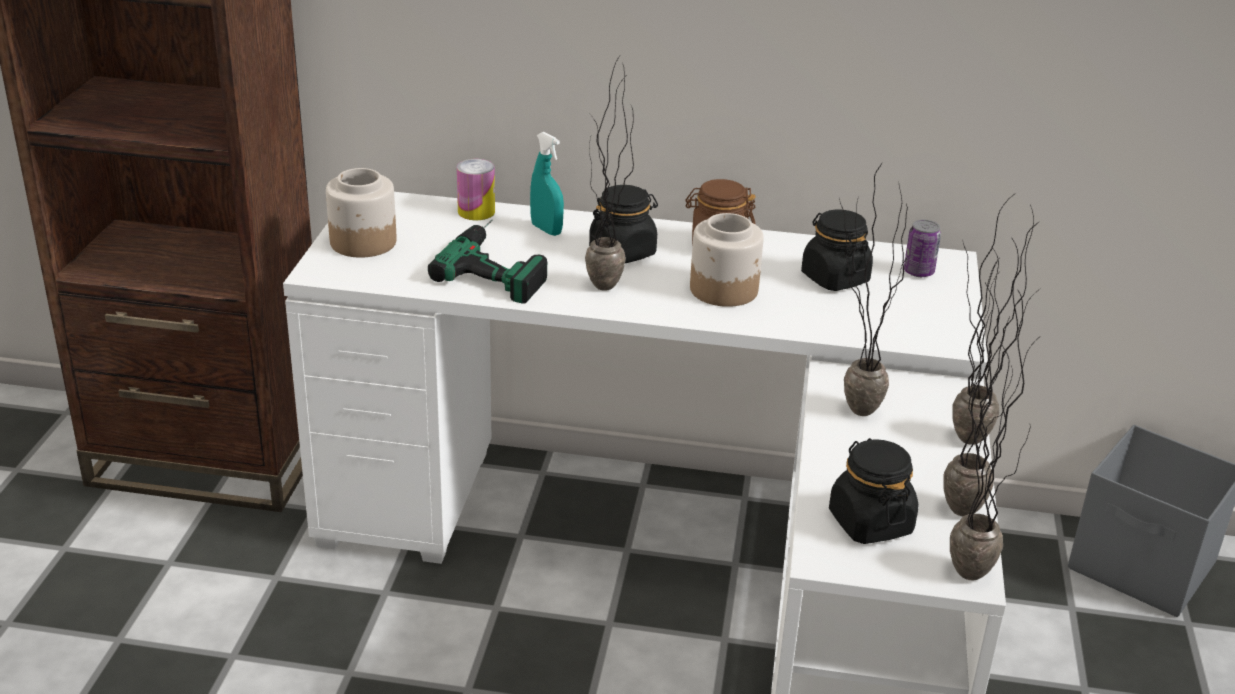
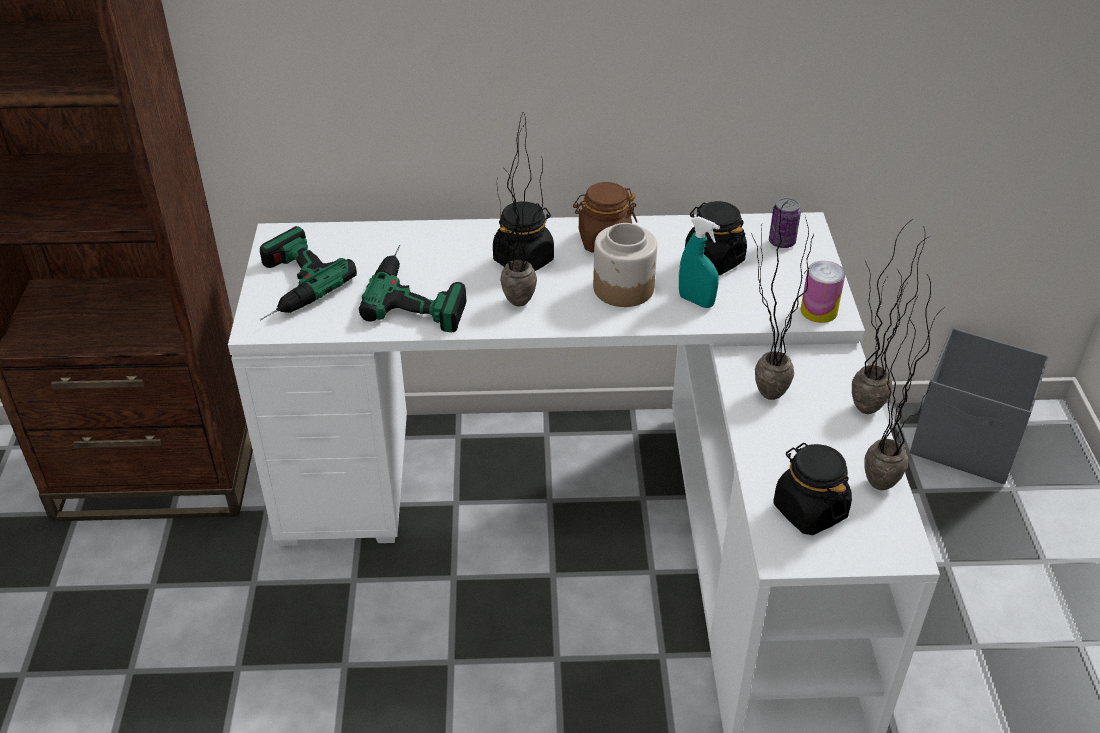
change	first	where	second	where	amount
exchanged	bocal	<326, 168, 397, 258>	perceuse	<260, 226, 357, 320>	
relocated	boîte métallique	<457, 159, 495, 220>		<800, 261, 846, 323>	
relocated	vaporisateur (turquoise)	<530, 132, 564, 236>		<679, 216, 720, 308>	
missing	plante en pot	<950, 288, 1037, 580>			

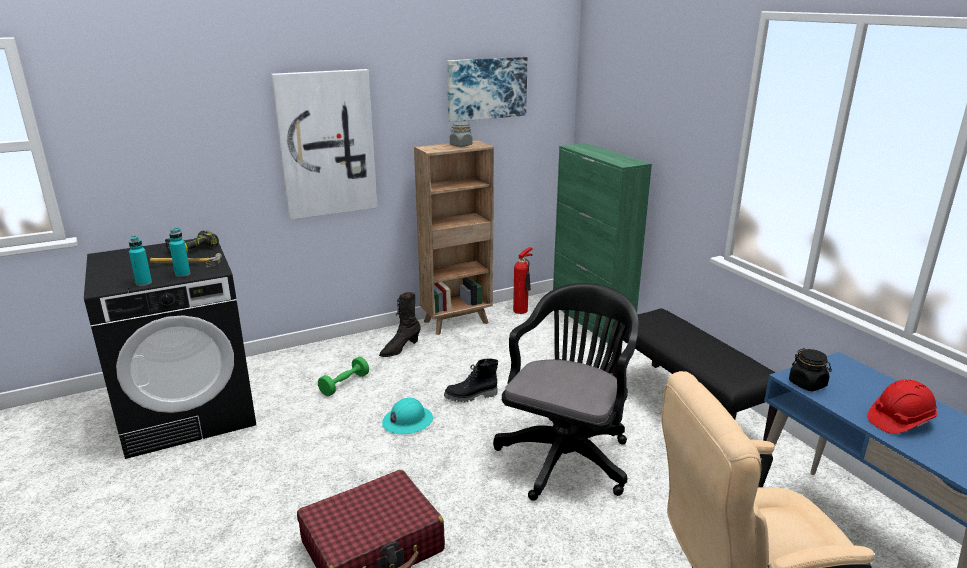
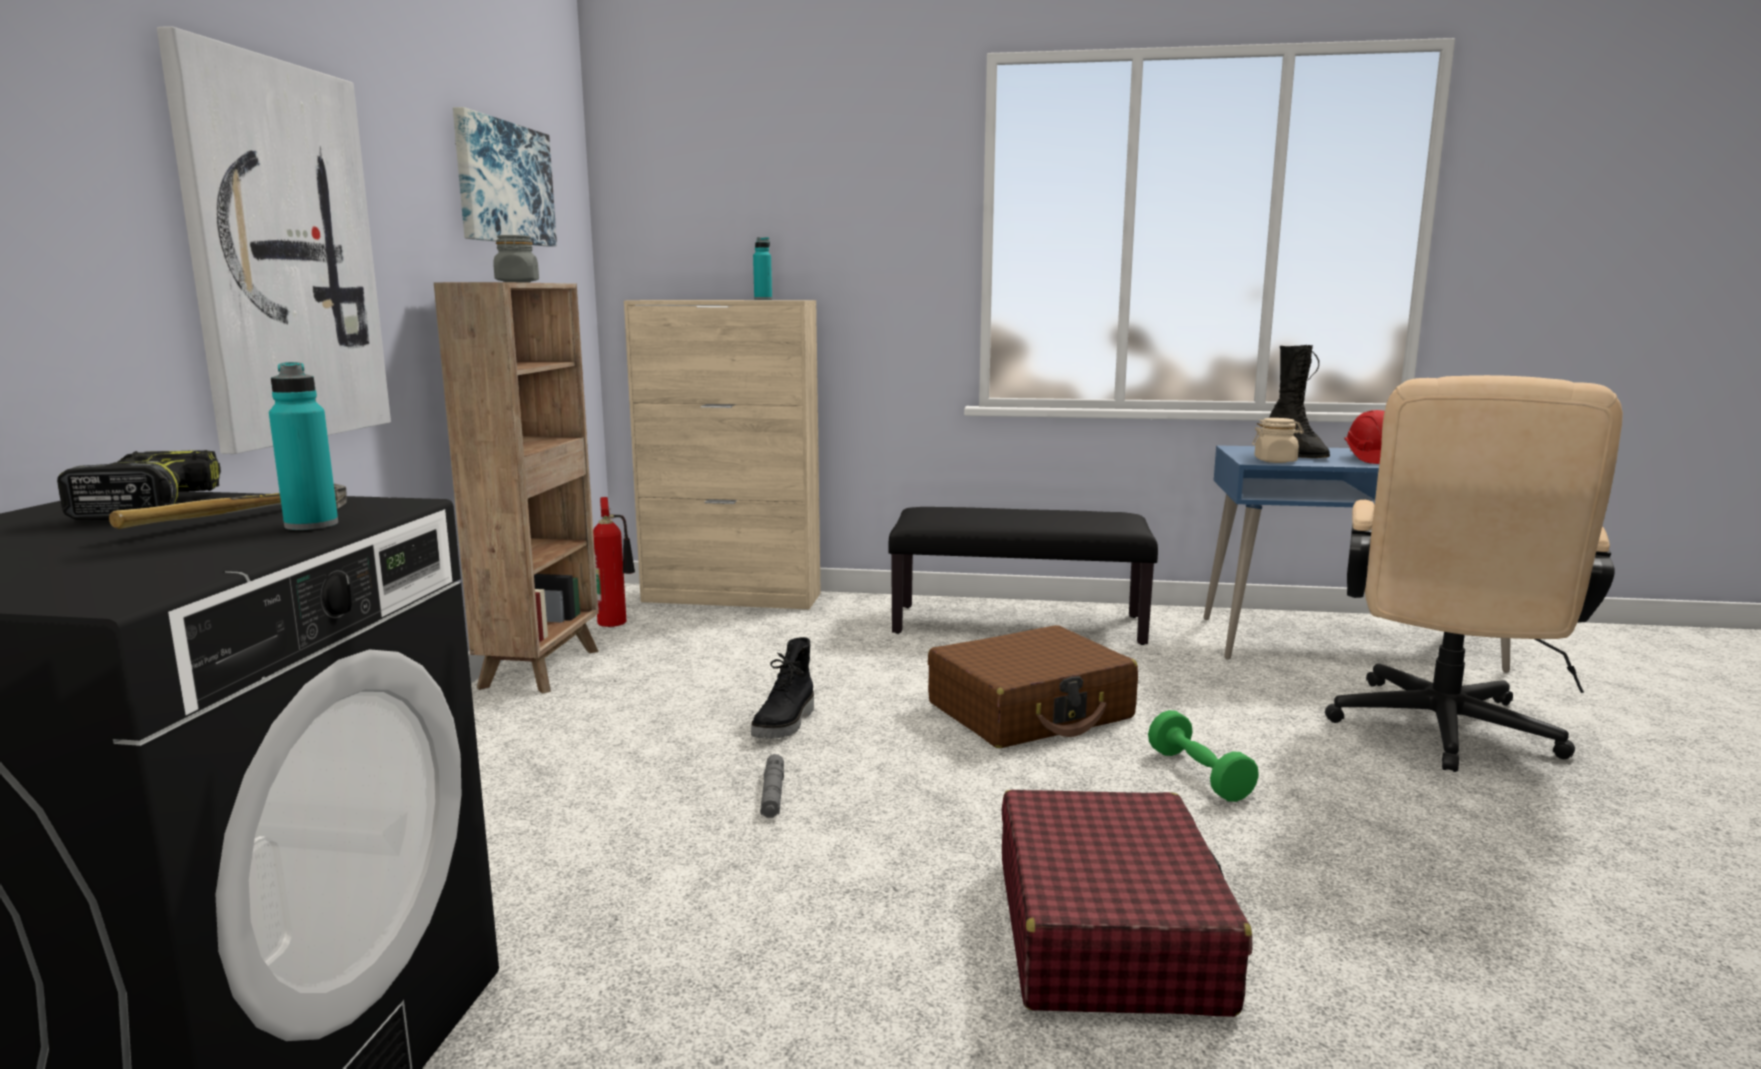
change	first	where	second	where	amount
relocated	bouteille (turquoise)	<129, 236, 152, 286>		<753, 237, 772, 300>	
relocated	haltère (vert)	<318, 357, 369, 396>		<1148, 710, 1259, 802>	
relocated	botte (noir)	<379, 292, 421, 357>		<1269, 345, 1330, 458>	
exchanged	casque de chantier (turquoise)	<382, 398, 433, 434>	lampe de poche (gris)	<760, 754, 784, 818>	
exchanged	chaise de bureau (noir)	<493, 283, 639, 501>	valise (marron)	<928, 625, 1138, 748>	
colour	meuble de rangement (vert)	<553, 143, 652, 343>	meuble de rangement (beige)	<624, 300, 821, 609>	
colour	bocal (noir)	<789, 348, 832, 392>	bocal (beige)	<1252, 418, 1304, 463>	

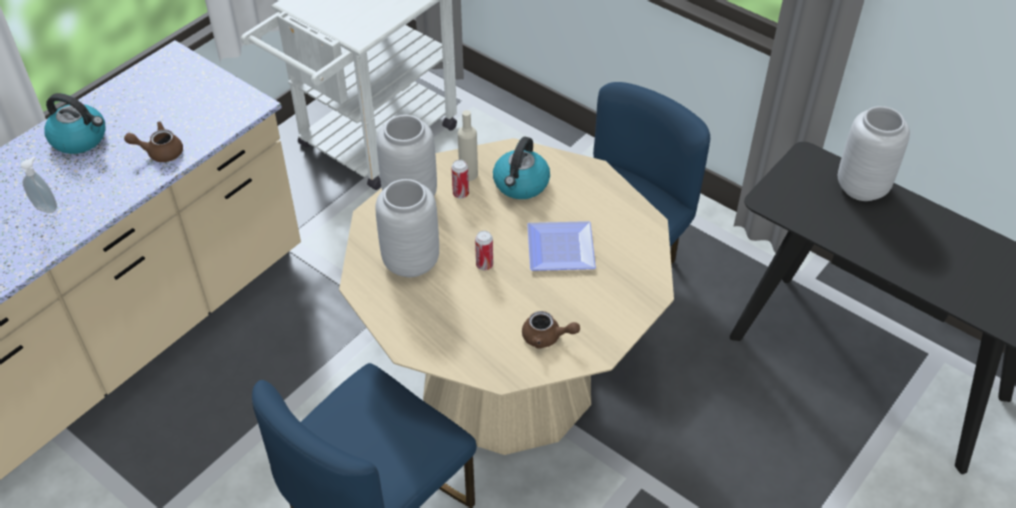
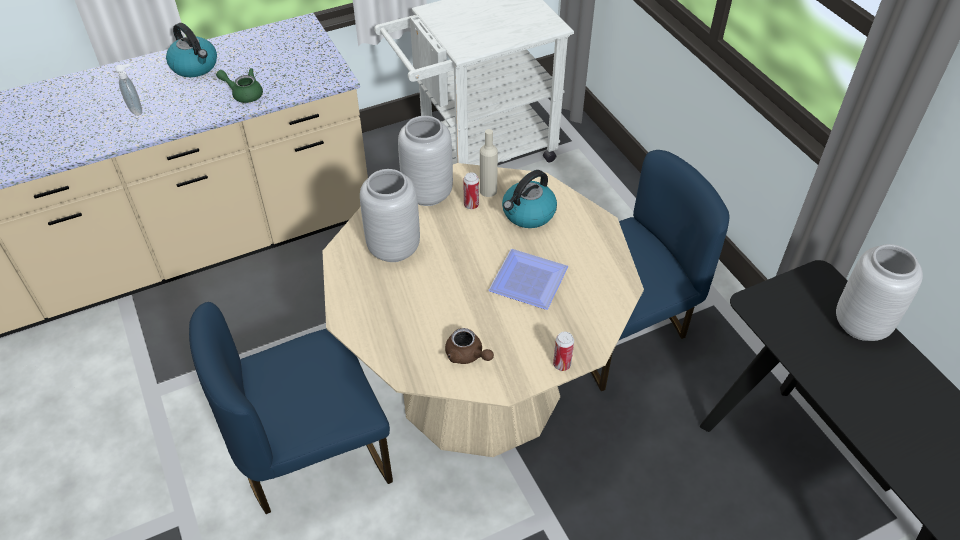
change	first	where	second	where	amount
colour	théière (marron)	<124, 121, 183, 162>	théière (vert)	<216, 68, 263, 103>	
relocated	boîte métallique	<475, 231, 493, 270>		<553, 332, 574, 371>	

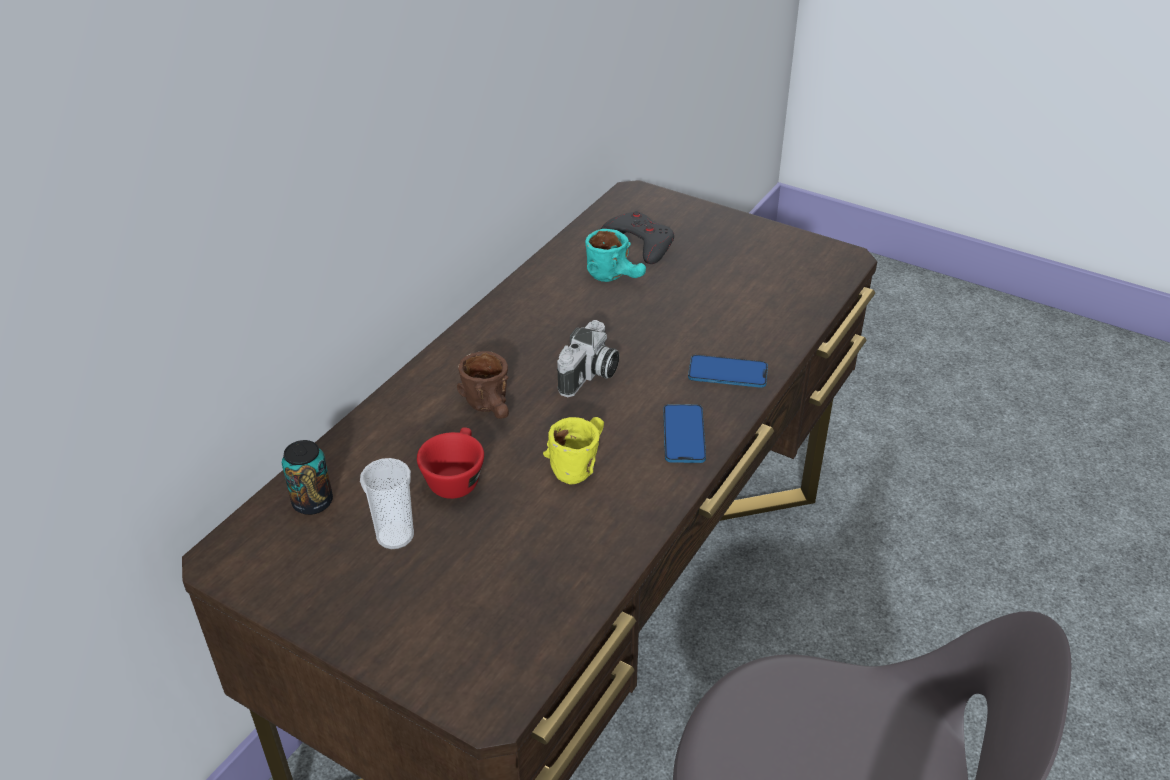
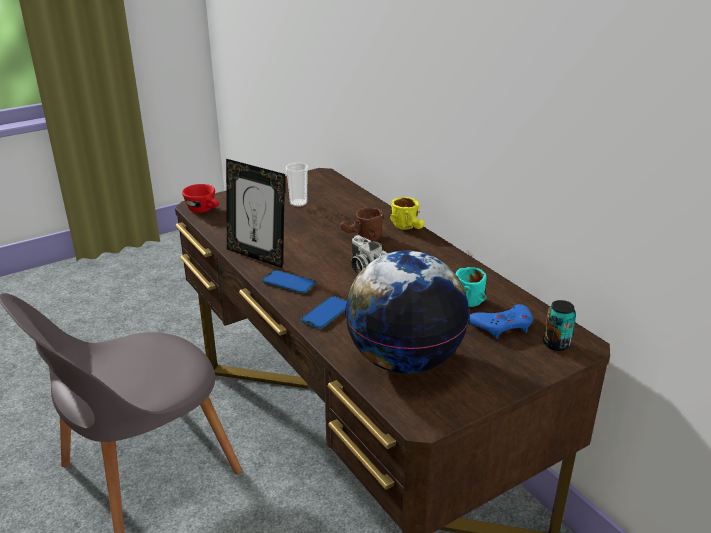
change	first	where	second	where	amount
relocated	boîte métallique	<282, 440, 333, 515>		<543, 300, 576, 351>	
relocated	tasse (rouge)	<417, 427, 484, 499>		<182, 184, 219, 213>	
relocated	mug (jaune)	<543, 417, 604, 484>		<390, 197, 425, 230>	
colour	manette (gris)	<601, 211, 674, 264>	manette (bleu)	<468, 304, 533, 339>	
appeared			cadre photo	<226, 159, 285, 268>	
appeared			globe	<345, 250, 469, 374>	

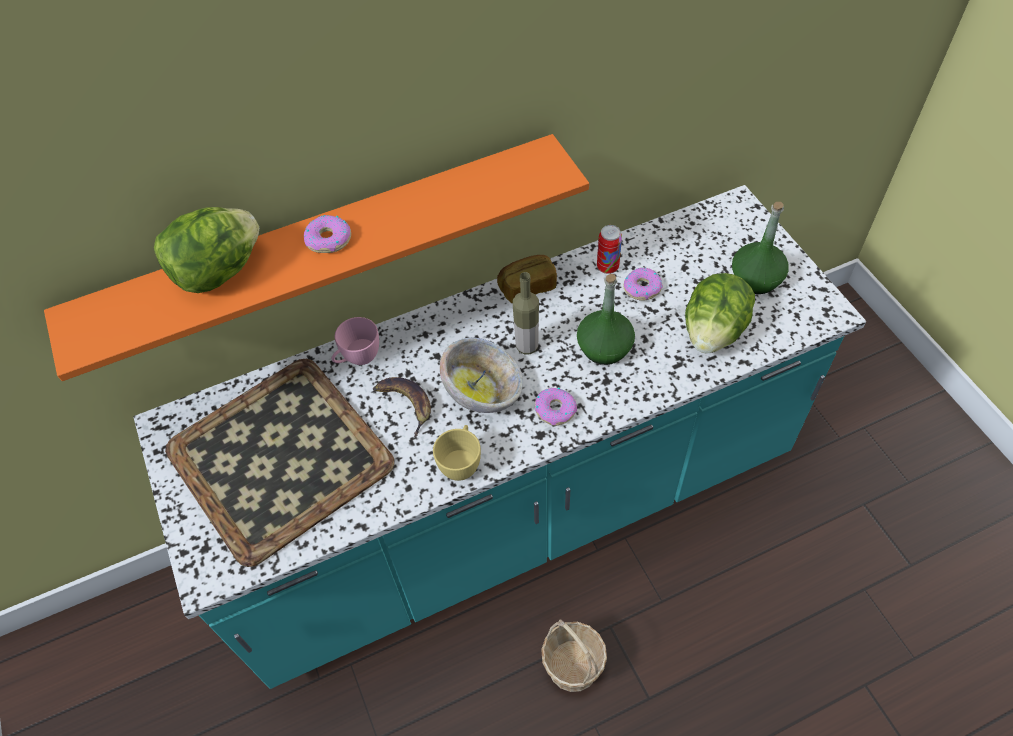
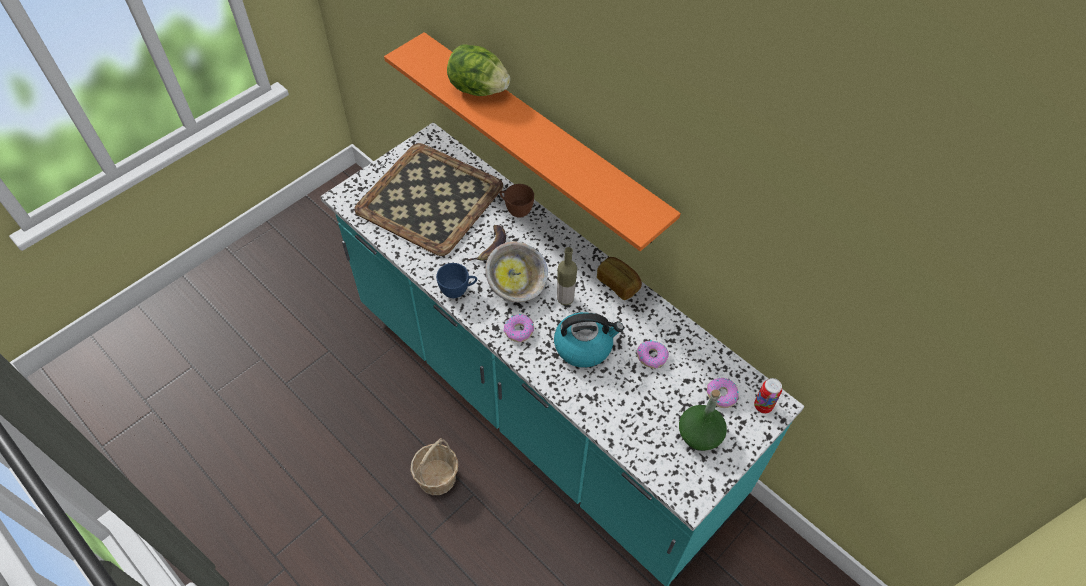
change	first	where	second	where	amount
relocated	beignet	<304, 215, 351, 253>		<707, 378, 739, 408>	
colour	tasse (rose)	<331, 317, 379, 365>	tasse (marron)	<500, 184, 534, 218>	
colour	tasse (jaune)	<433, 425, 481, 481>	tasse (bleu)	<436, 263, 477, 298>	
exchanged	bouteille (vert)	<577, 274, 635, 365>	bouilloire	<554, 312, 624, 368>	
relocated	boîte métallique	<597, 225, 622, 274>		<754, 378, 782, 414>	
missing	laitue	<685, 273, 755, 353>			

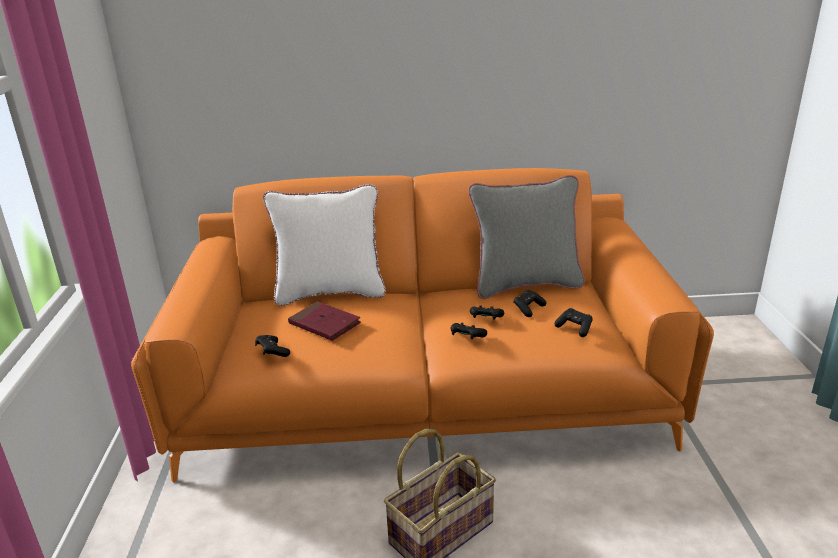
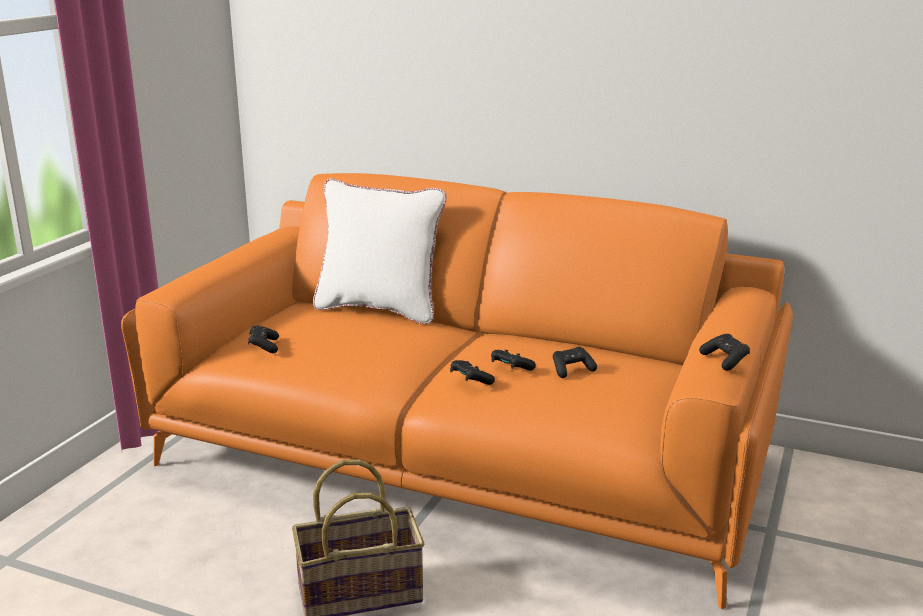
change	first	where	second	where	amount
missing	livre (rouge)	<288, 301, 361, 341>			
missing	coussin (gris)	<468, 175, 585, 299>			
relocated	manette (noir)	<555, 308, 593, 337>		<699, 334, 750, 371>	

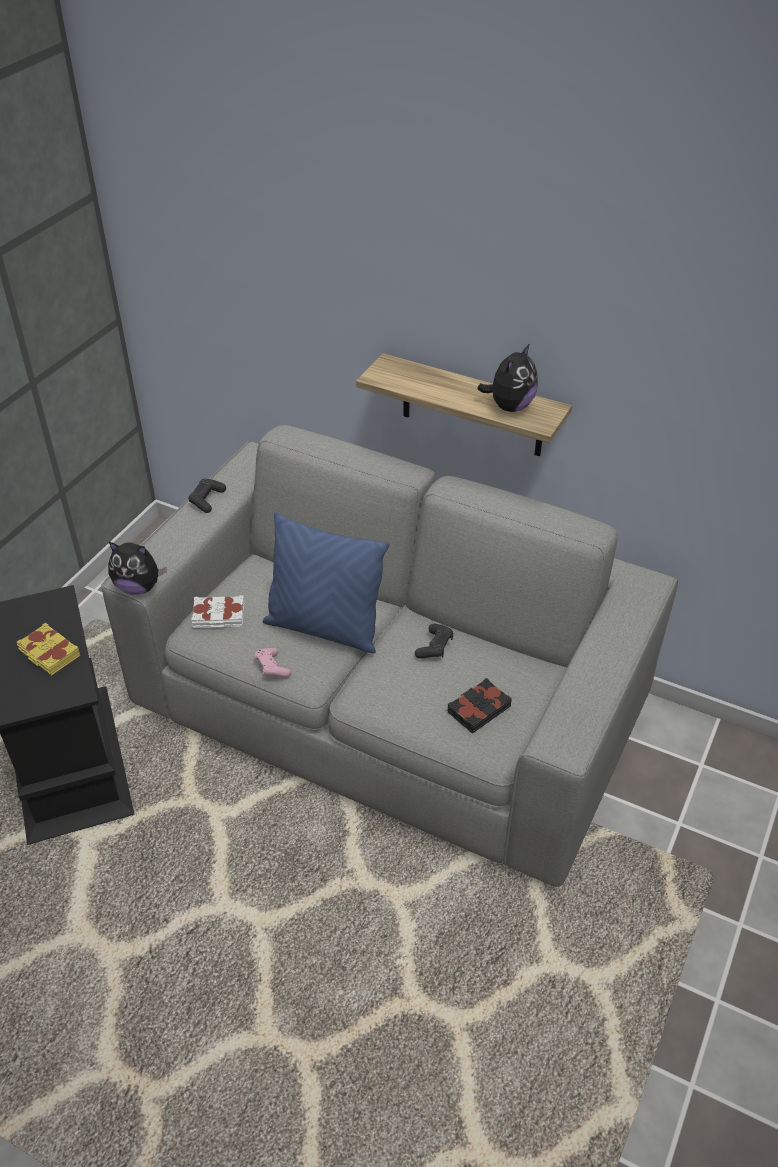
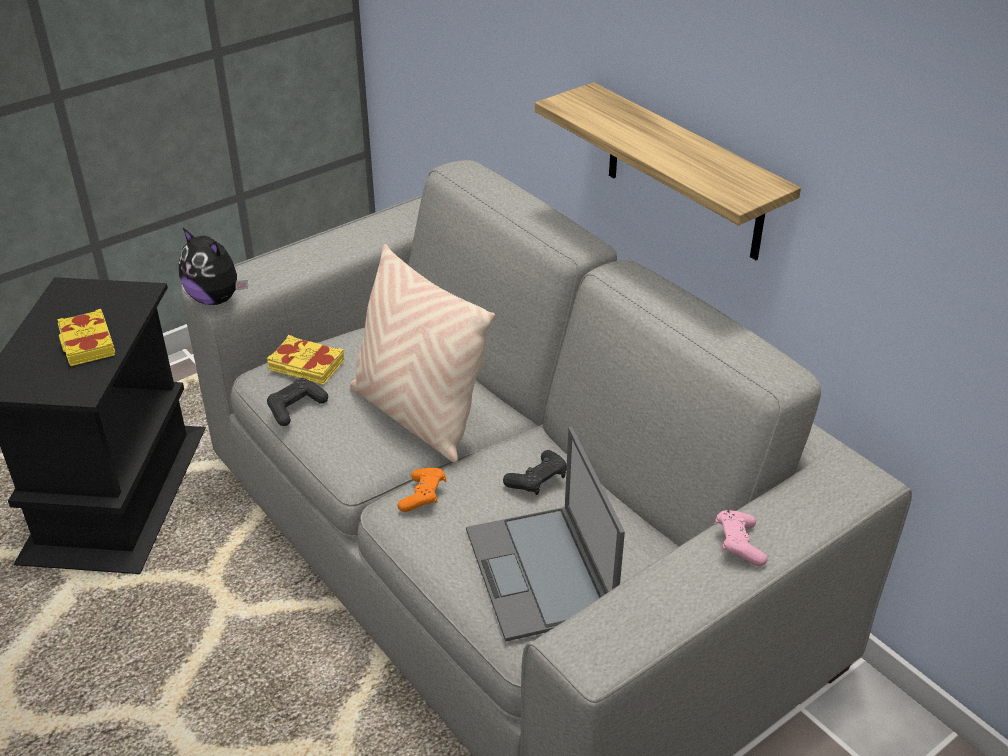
change	first	where	second	where	amount
relocated	manette (noir)	<188, 479, 226, 513>		<267, 378, 328, 426>	
colour	livre (blanc)	<191, 595, 244, 628>	livre (jaune)	<267, 335, 344, 385>	
relocated	manette (rose)	<254, 648, 291, 678>		<714, 510, 767, 566>	
colour	coussin (bleu)	<263, 512, 390, 653>	coussin (beige)	<350, 244, 495, 462>	
exchanged	livre (noir)	<448, 678, 512, 734>	ordinateur portable	<466, 427, 625, 641>	
missing	peluche	<477, 343, 538, 412>			
appeared			manette (orange)	<398, 468, 446, 512>	

